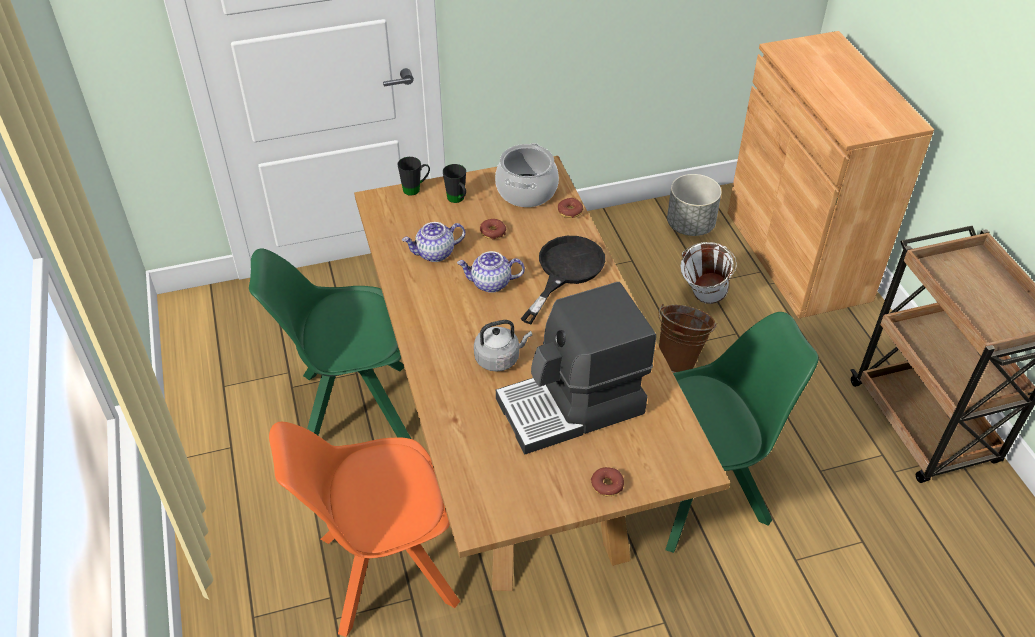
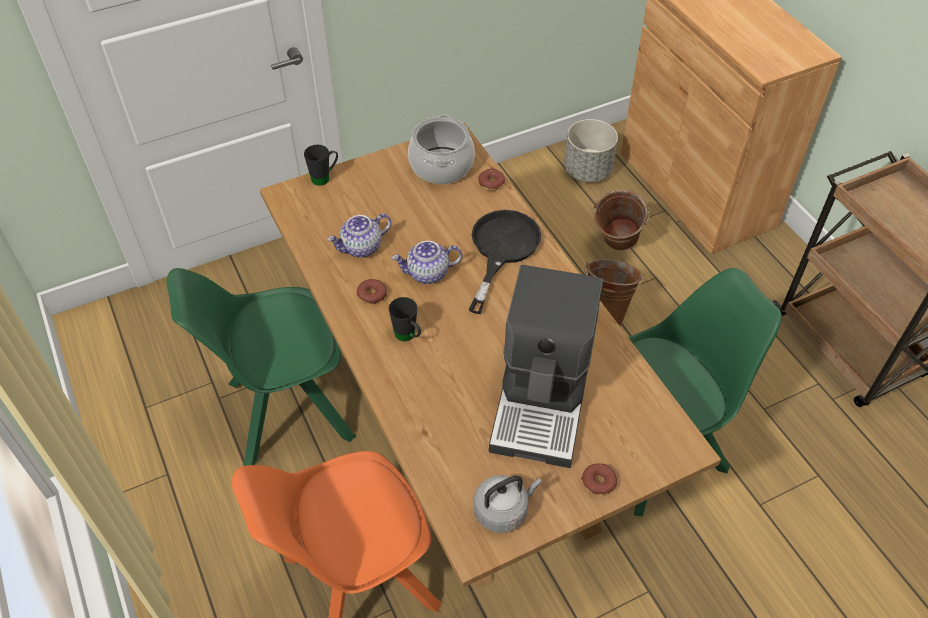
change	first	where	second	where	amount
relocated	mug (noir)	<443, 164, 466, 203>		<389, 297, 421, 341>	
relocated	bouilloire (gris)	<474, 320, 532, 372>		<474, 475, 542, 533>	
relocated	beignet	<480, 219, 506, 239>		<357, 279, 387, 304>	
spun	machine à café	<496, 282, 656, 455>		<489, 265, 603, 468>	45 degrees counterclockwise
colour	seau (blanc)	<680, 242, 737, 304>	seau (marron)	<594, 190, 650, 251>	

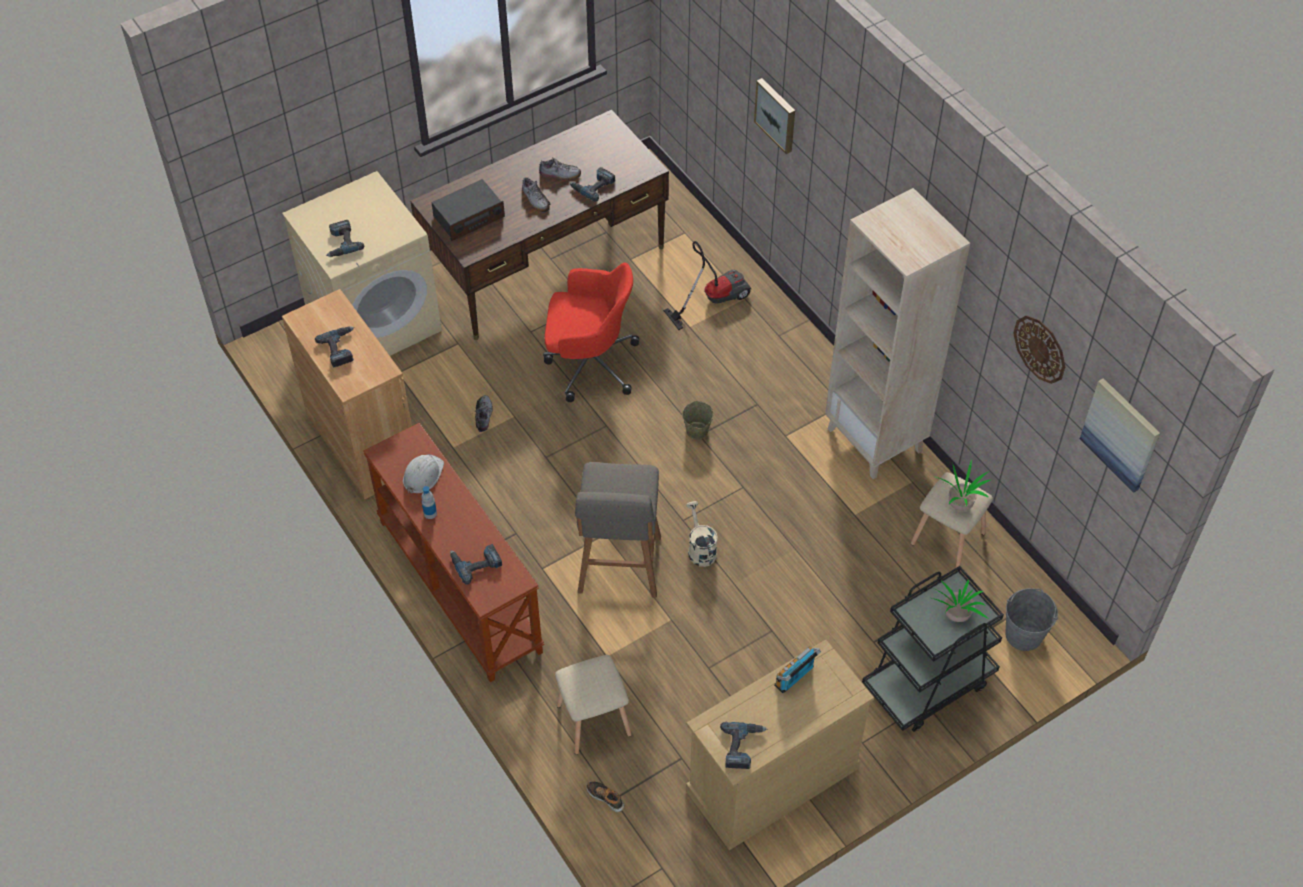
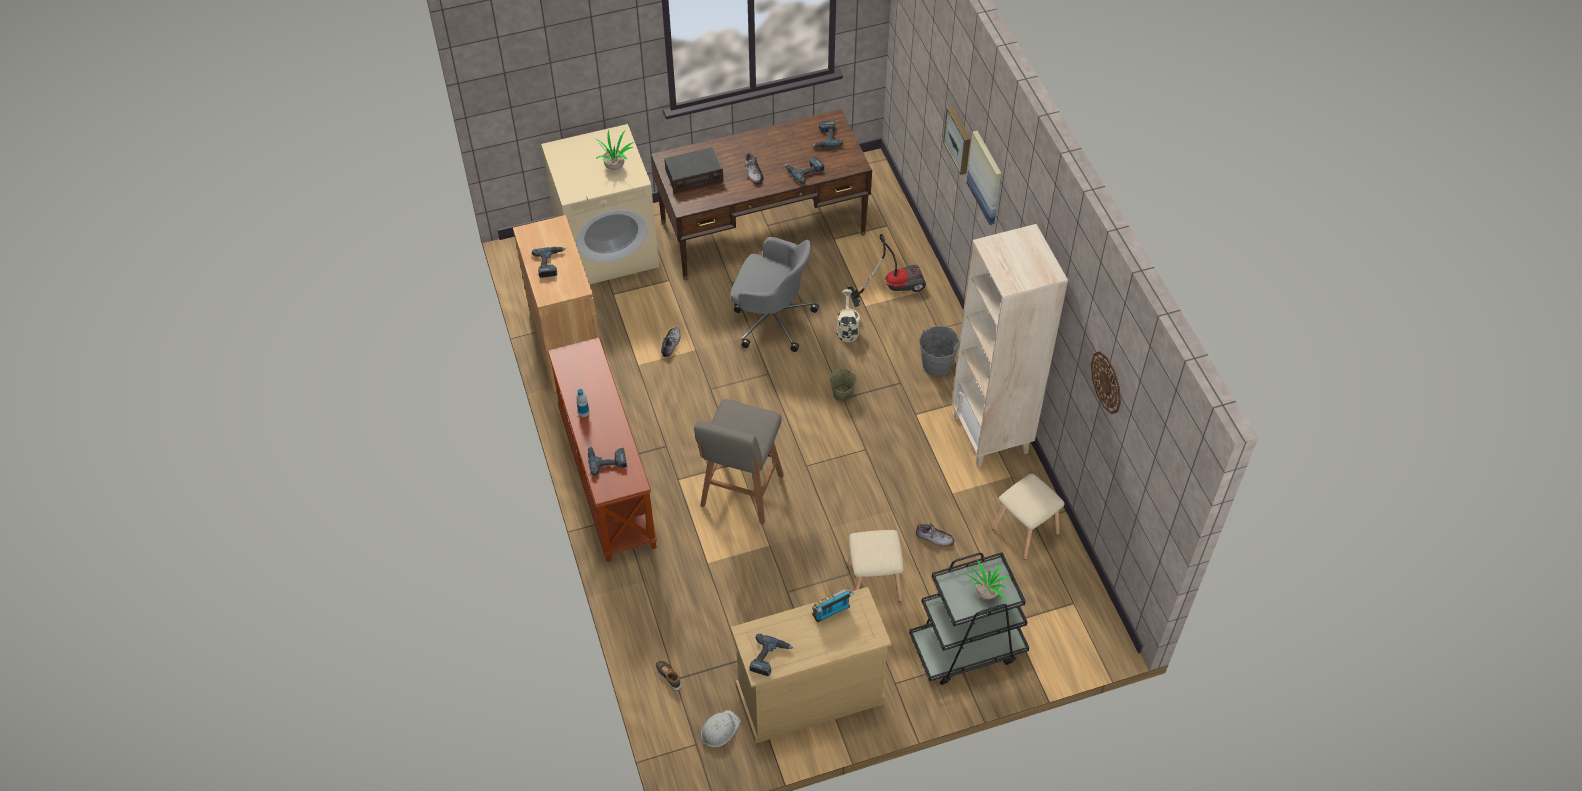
change	first	where	second	where	amount
relocated	perceuse	<326, 220, 364, 257>		<812, 121, 843, 148>	
relocated	casque de chantier (blanc)	<403, 454, 444, 493>		<701, 710, 741, 747>	
relocated	chaussure	<539, 157, 581, 180>		<916, 523, 954, 547>	
colour	chaise de bureau (rouge)	<543, 263, 639, 402>	chaise de bureau (gris)	<730, 237, 819, 352>	
relocated	tabouret (beige)	<555, 655, 632, 755>		<847, 530, 904, 602>	
relocated	arrosoir (beige)	<686, 501, 718, 567>		<836, 289, 860, 342>	
relocated	plante en pot	<936, 460, 992, 511>		<596, 129, 634, 170>	
relocated	seau (gris)	<1005, 588, 1058, 651>		<919, 326, 960, 376>	
relocated	tableau	<1080, 378, 1160, 493>		<966, 130, 1002, 225>	

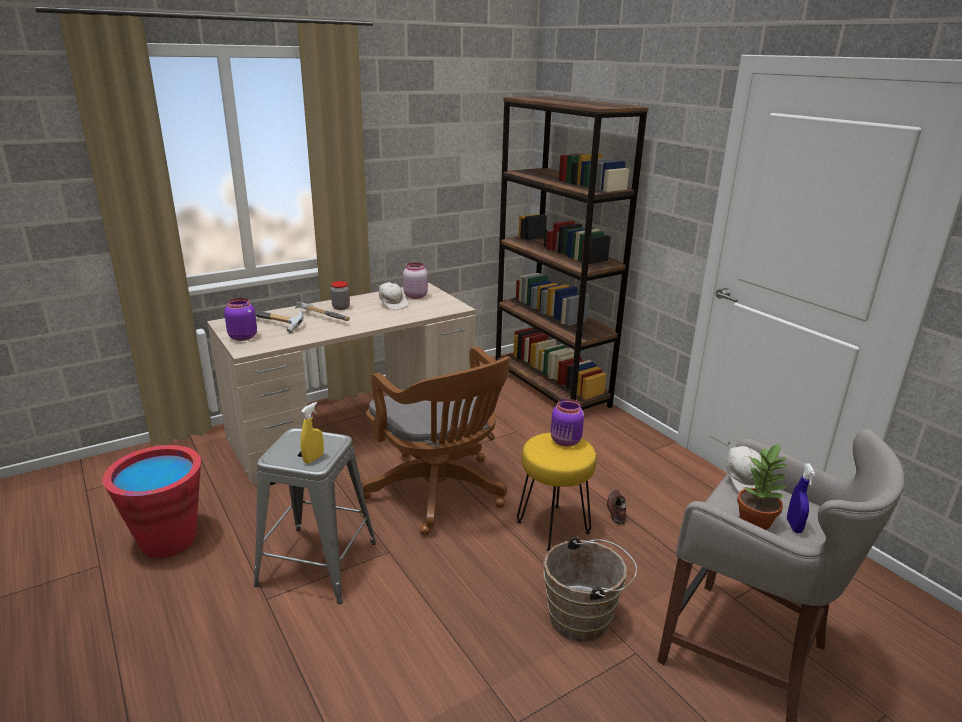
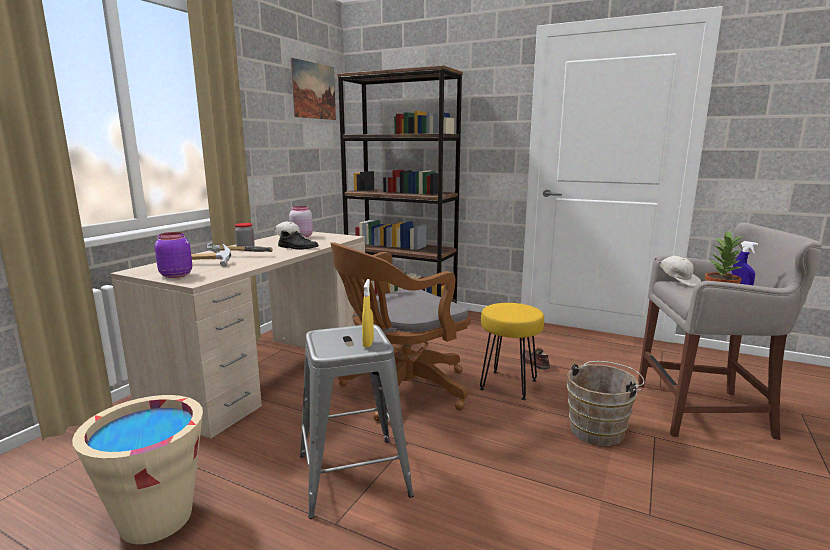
change	first	where	second	where	amount
colour	seau (rouge)	<103, 445, 201, 558>	seau (beige)	<72, 395, 203, 544>	
spun	chaise de bureau (marron)	<362, 347, 510, 535>		<331, 242, 471, 421>	120 degrees clockwise
missing	bocal (violet)	<551, 399, 584, 446>			
appeared			chaussure (noir)	<278, 231, 319, 250>	
appeared			tableau	<291, 58, 336, 120>	

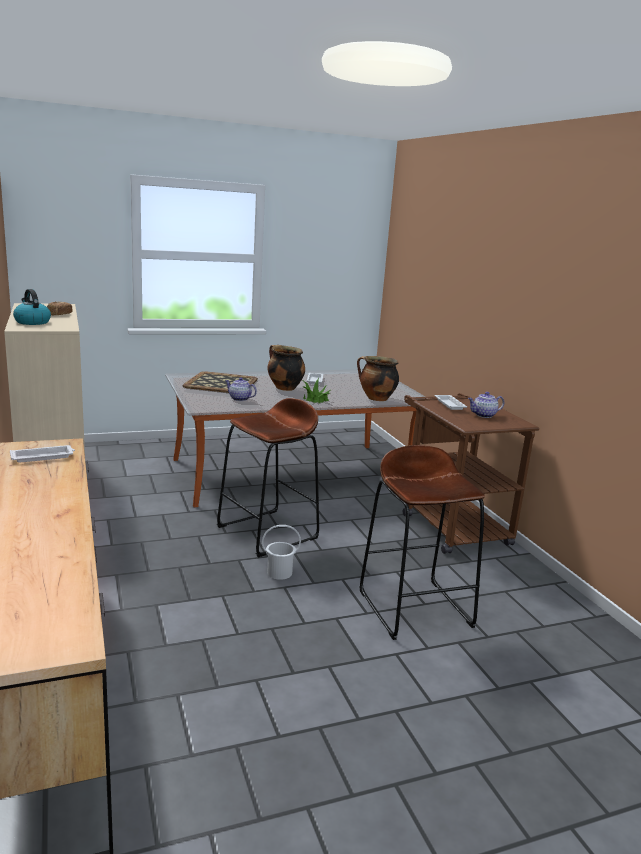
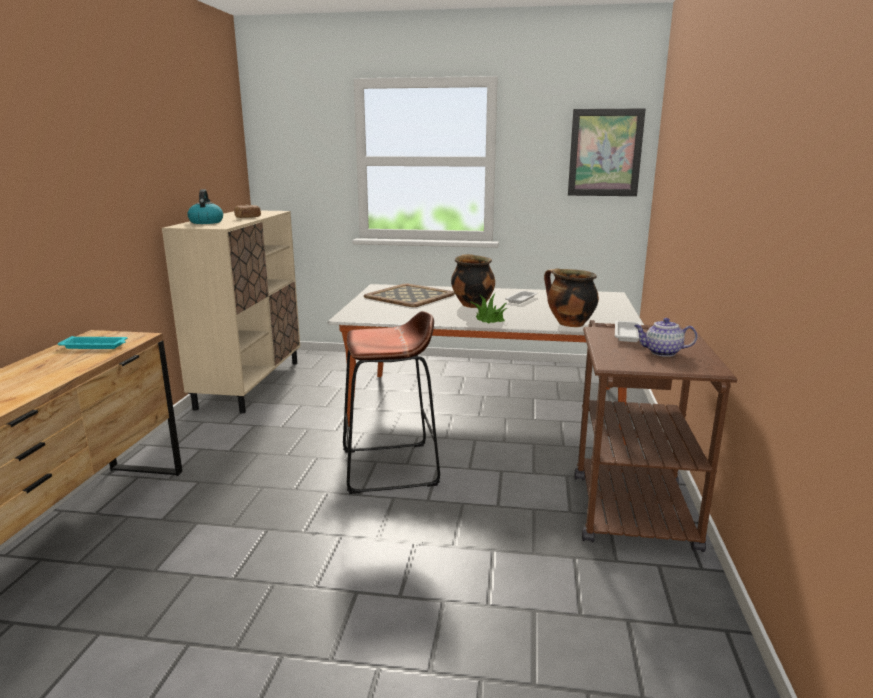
change	first	where	second	where	amount
colour	plateau (blanc)	<10, 445, 75, 463>	plateau (turquoise)	<58, 336, 127, 349>	
missing	théière	<225, 378, 257, 401>			
missing	seau (blanc)	<262, 525, 301, 580>			
missing	tabouret (marron)	<359, 445, 485, 640>			
appeared			tableau	<568, 108, 646, 196>	

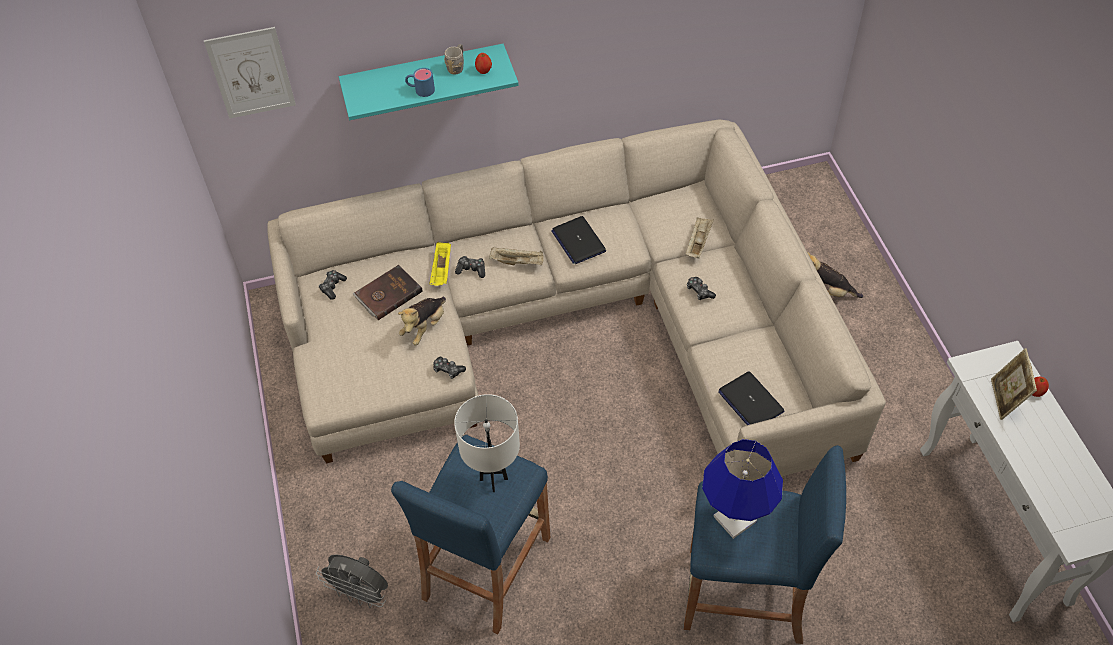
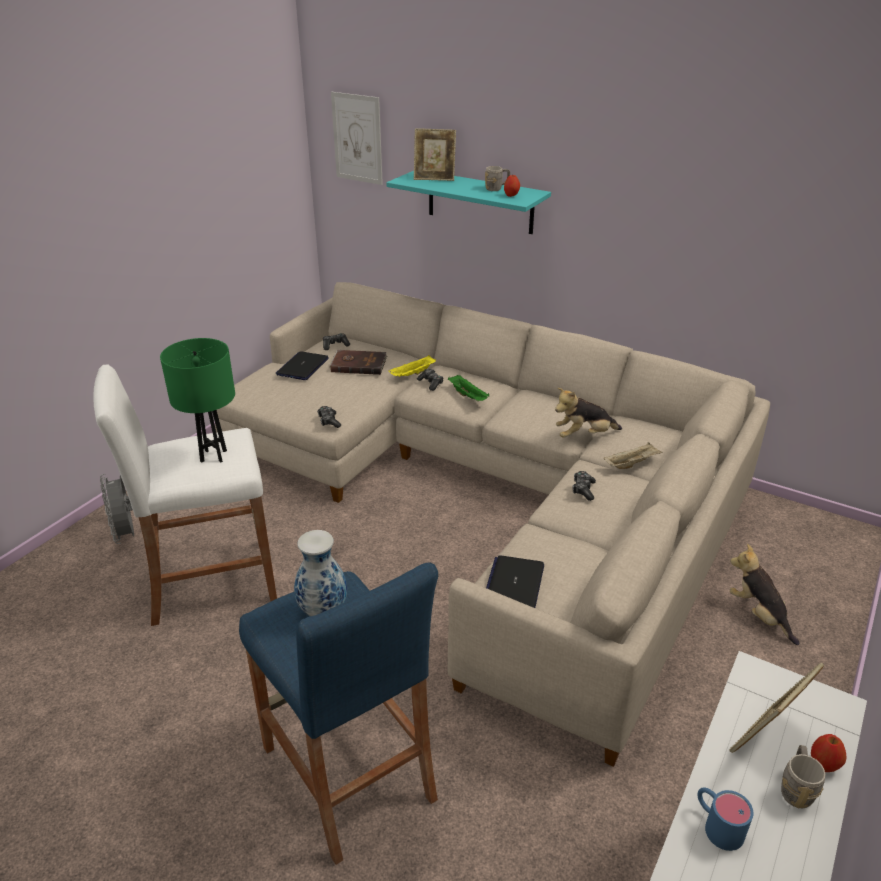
change	first	where	second	where	amount
colour	tabouret (bleu)	<391, 435, 550, 634>	tabouret (blanc)	<93, 364, 277, 626>	
relocated	peluche	<398, 297, 446, 345>		<555, 388, 622, 438>	
relocated	mug (bleu)	<405, 68, 435, 97>		<698, 787, 753, 851>	
colour	lampe de table (blanc)	<454, 394, 520, 492>	lampe de table (vert)	<160, 338, 235, 463>	
colour	plateau (beige)	<489, 247, 543, 265>	plateau (vert)	<448, 375, 489, 401>	
relocated	ordinateur portable	<551, 216, 606, 264>		<276, 351, 329, 380>	
exchanged	lampe de table (bleu)	<702, 439, 783, 539>	vase	<294, 530, 347, 616>	
appeared			cadre photo	<414, 128, 456, 181>	
appeared			mug (gris)	<781, 745, 825, 808>	

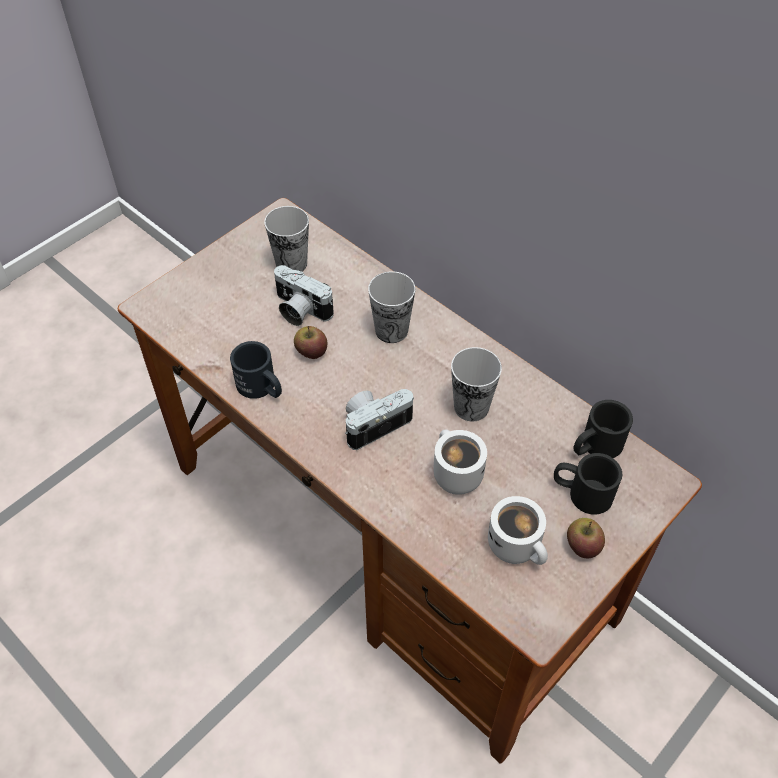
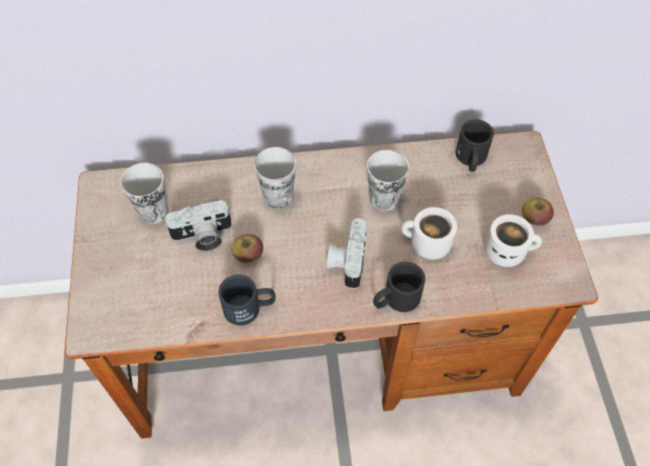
change	first	where	second	where	amount
relocated	mug (noir)	<554, 453, 622, 515>		<373, 262, 425, 312>	

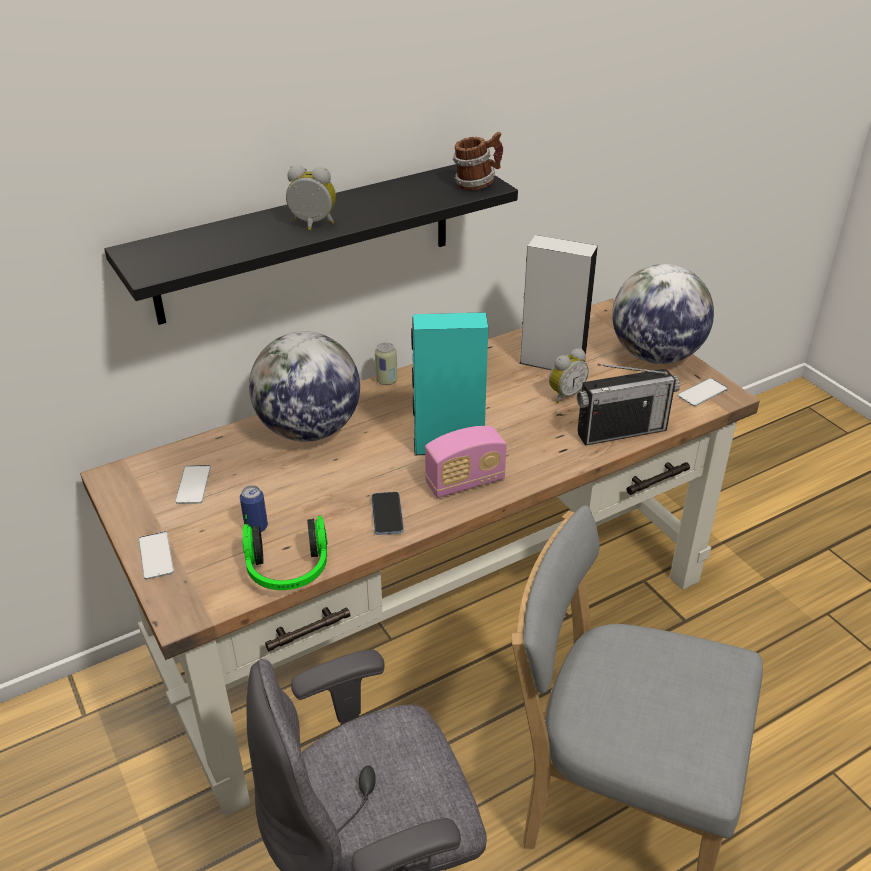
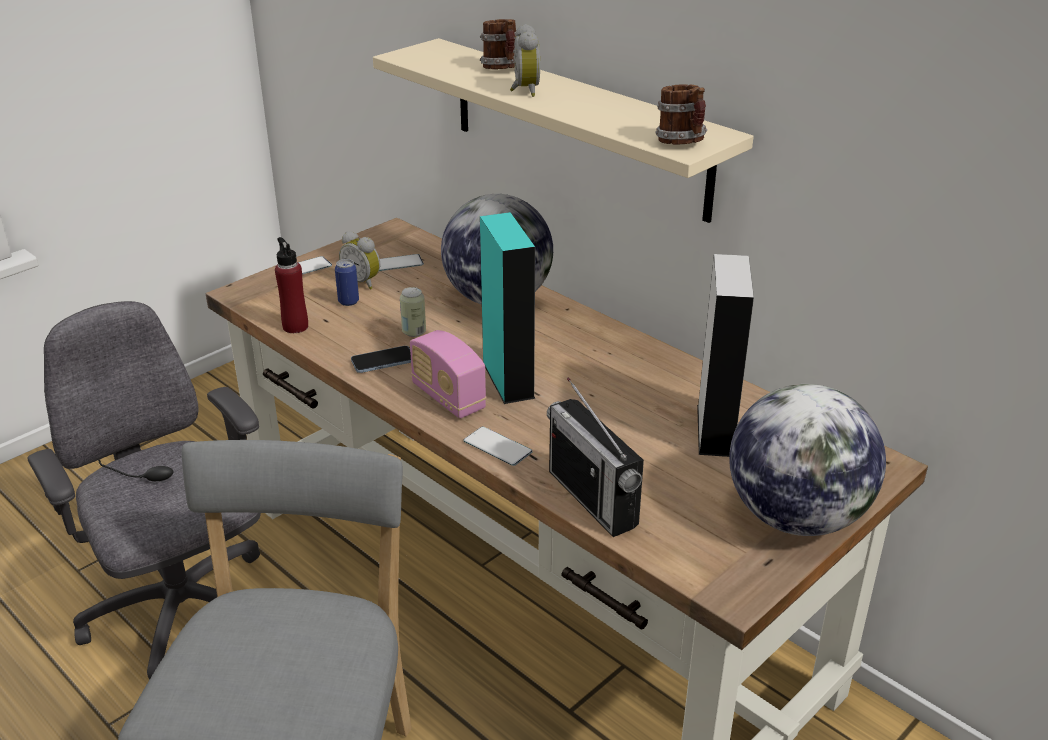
change	first	where	second	where	amount
colour	étagère (noir)	<104, 164, 518, 325>	étagère (beige)	<373, 38, 754, 223>	
exchanged	casque audio	<242, 515, 328, 590>	bouteille (rouge)	<275, 237, 308, 333>	
relocated	boîte métallique	<375, 343, 397, 385>		<400, 287, 426, 337>	
relocated	réveil	<549, 348, 589, 403>		<339, 231, 380, 290>	
relocated	téléphone	<678, 378, 728, 406>		<464, 427, 533, 466>	
appeared			mug	<480, 19, 517, 69>	

